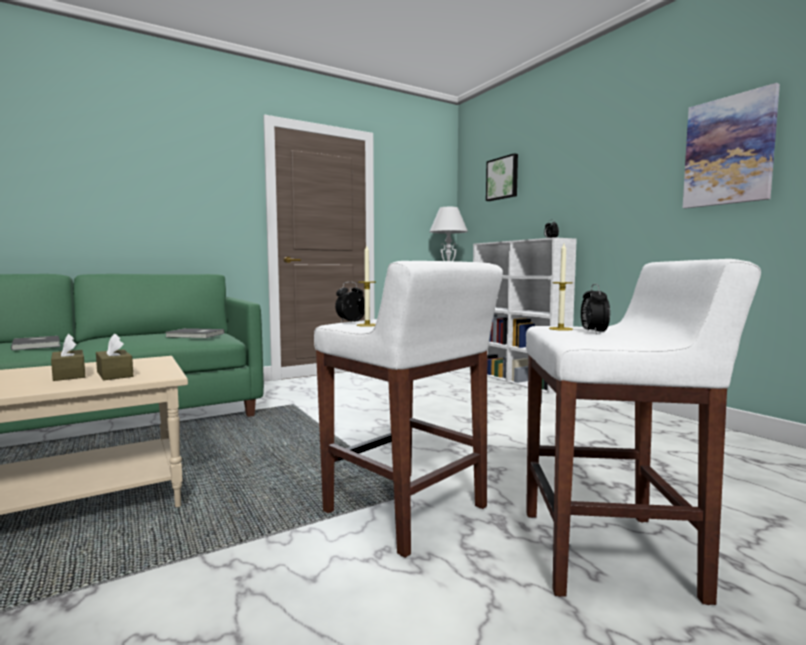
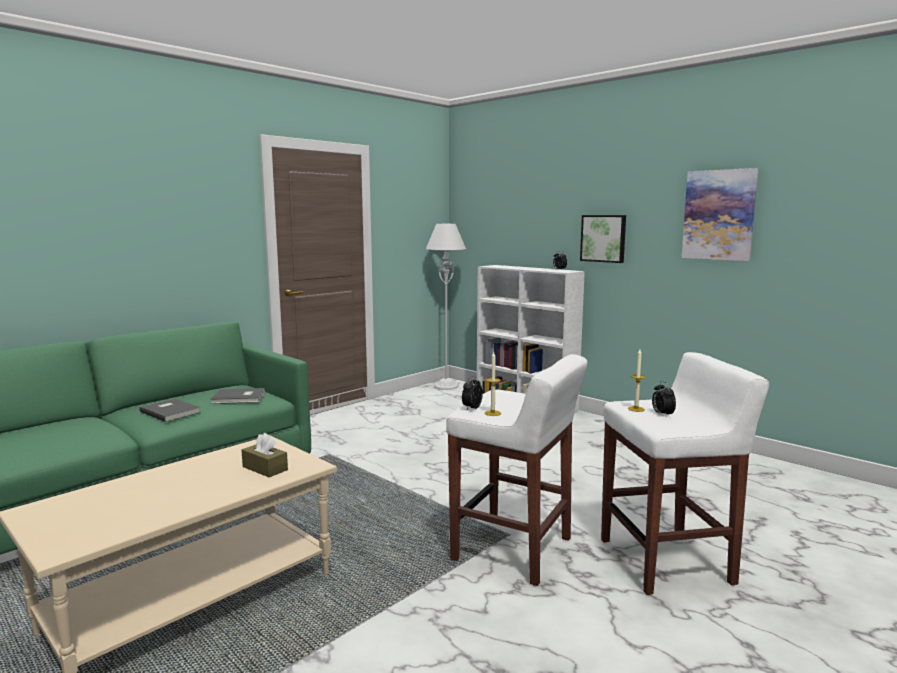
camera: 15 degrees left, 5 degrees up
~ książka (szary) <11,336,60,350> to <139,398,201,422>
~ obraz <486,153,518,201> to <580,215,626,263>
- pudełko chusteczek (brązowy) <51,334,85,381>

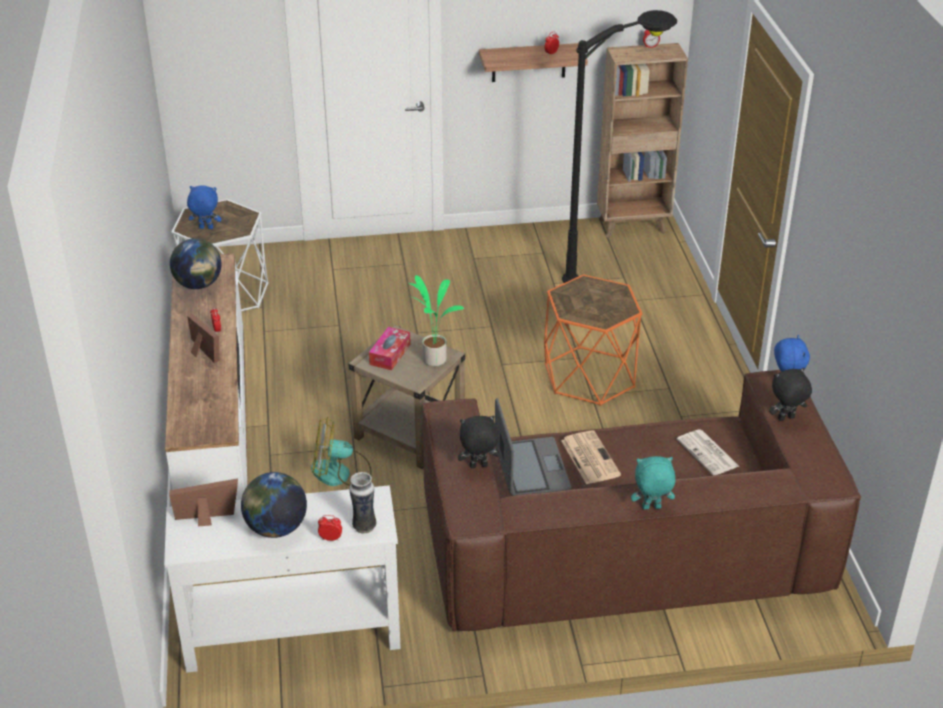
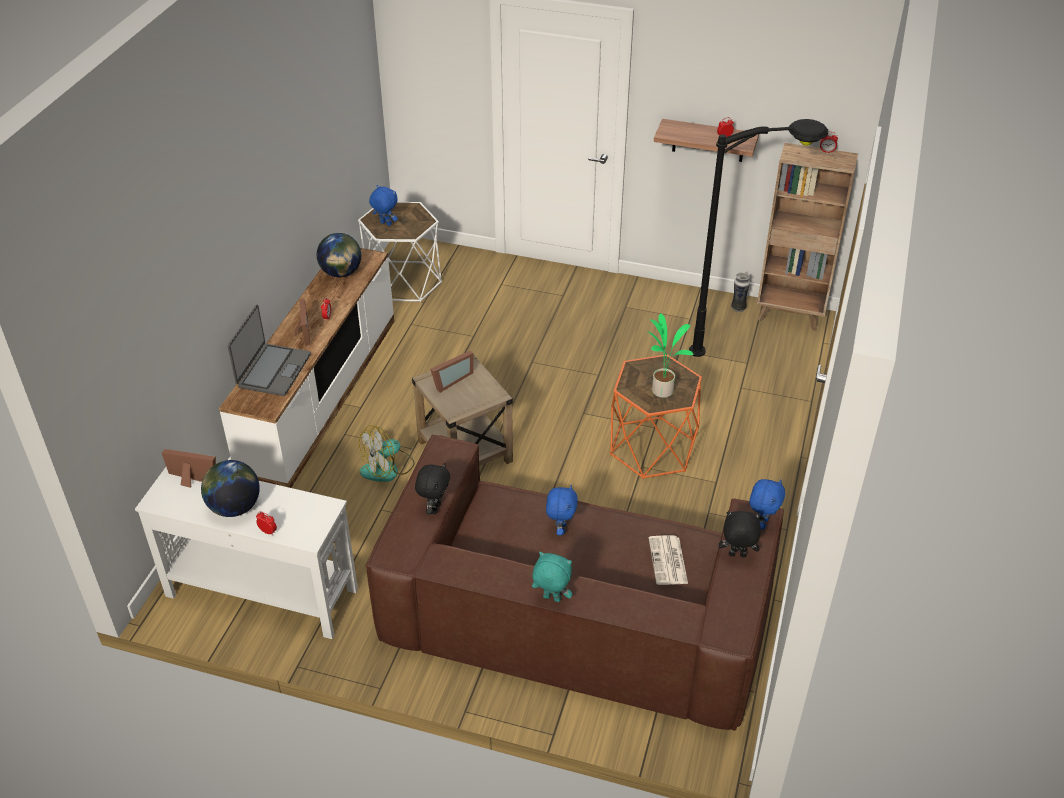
camera: 25 degrees right, 5 degrees up
~ laptop <495,398,571,496> to <227,305,311,396>
~ wentylator <311,417,372,486> = <359,425,415,482> 60 degrees counterclockwise
~ pluszak (czarny) <458,415,500,468> = <415,463,450,514> 90 degrees clockwise
~ pudełko chusteczek <369,327,411,370> to ramka na zdjęcie <430,351,474,393>
~ gazeta <561,430,621,484> to pluszak (niebieski) <546,485,578,535>
~ roślina doniczkowa <408,275,464,366> to <647,313,693,398>
~ wazon <349,472,376,534> to <731,272,750,312>

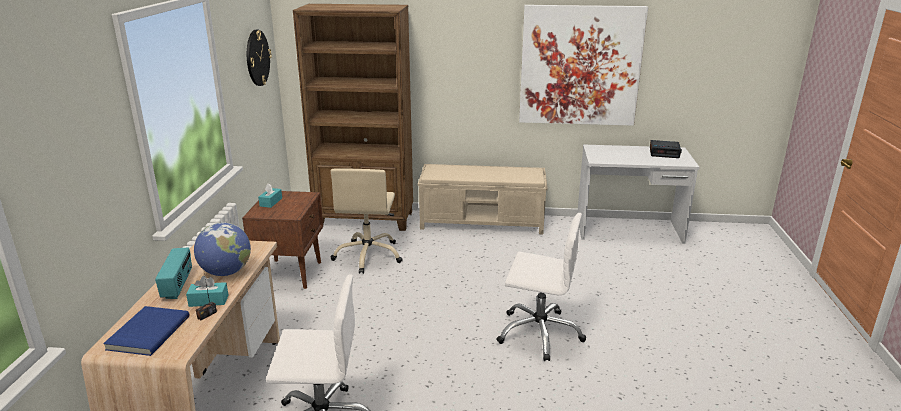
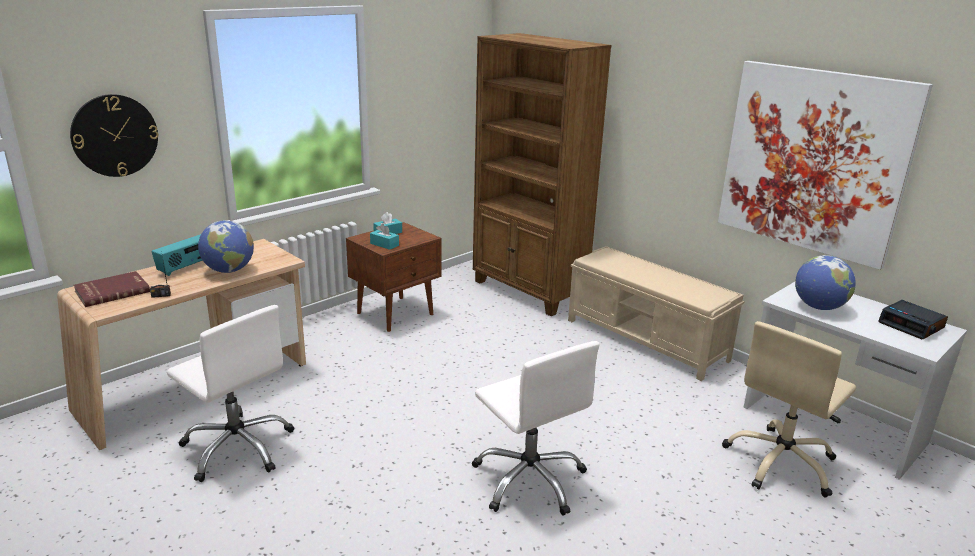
camera: 40 degrees right, 0 degrees up
~ zegar ścienny <247,30,272,86> to <70,94,158,177>
~ książka (niebieski) <103,306,189,356> to książka (czerwony) <73,271,150,307>
~ pudełko chusteczek (turkusowy) <186,276,229,307> to <370,224,399,250>
~ krzesło biurowe (beżowy) <331,168,403,274> to <722,321,856,497>
+ globus <795,255,856,310>

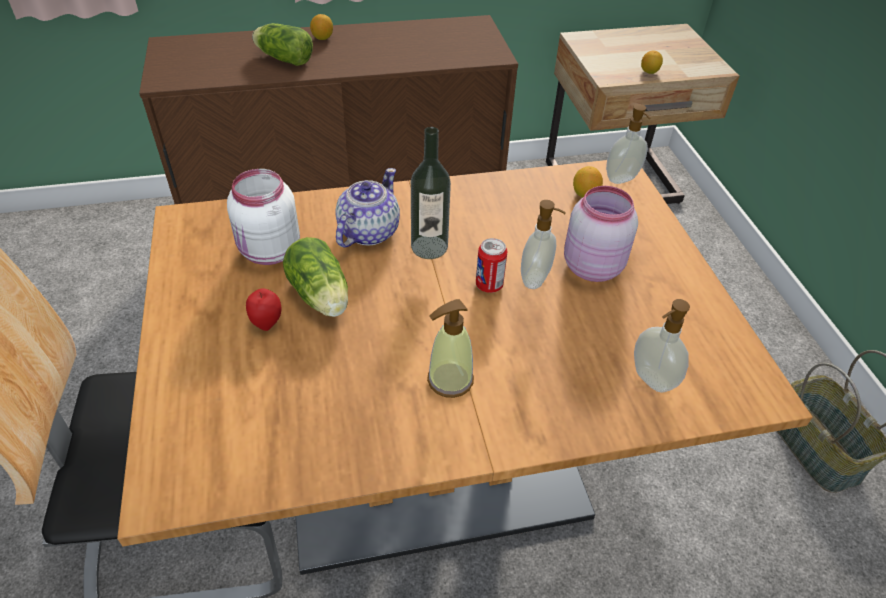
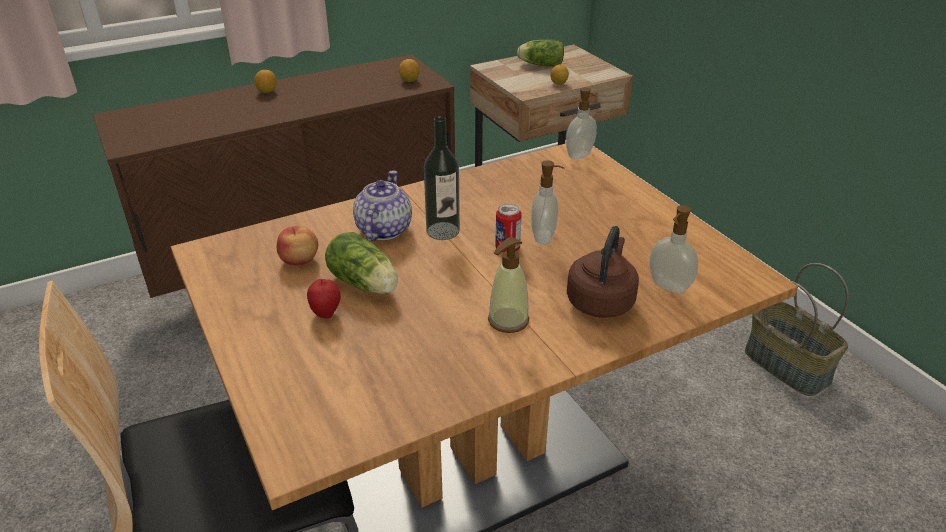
camera: 15 degrees left, 10 degrees down
~ słoik (biały) <227,169,300,265> to jabłko <277,226,318,266>
~ cytryna <573,166,603,198> to <399,59,419,82>
~ sałata <252,23,313,66> to <517,40,564,67>
+ czajnik (brązowy) <567,226,639,318>
- słoik (różowy) <564,186,638,282>

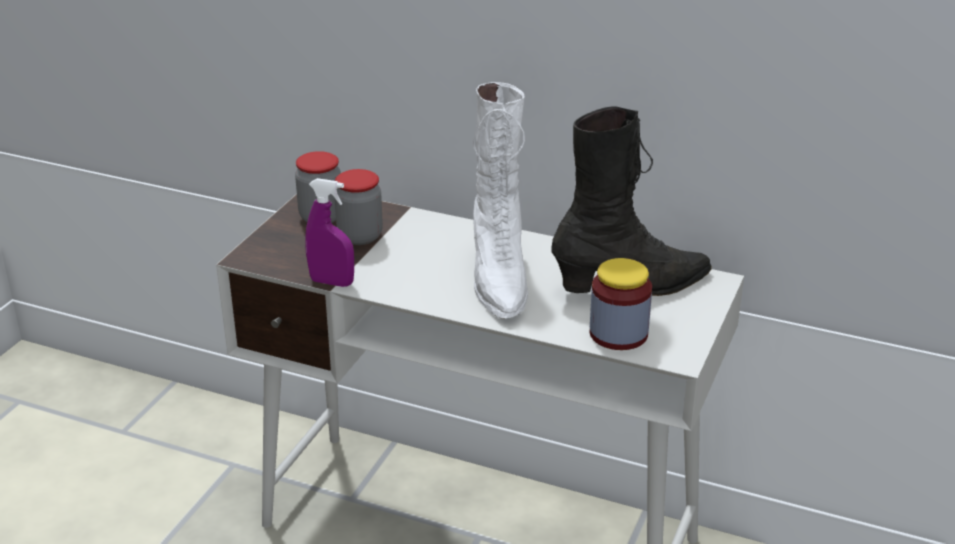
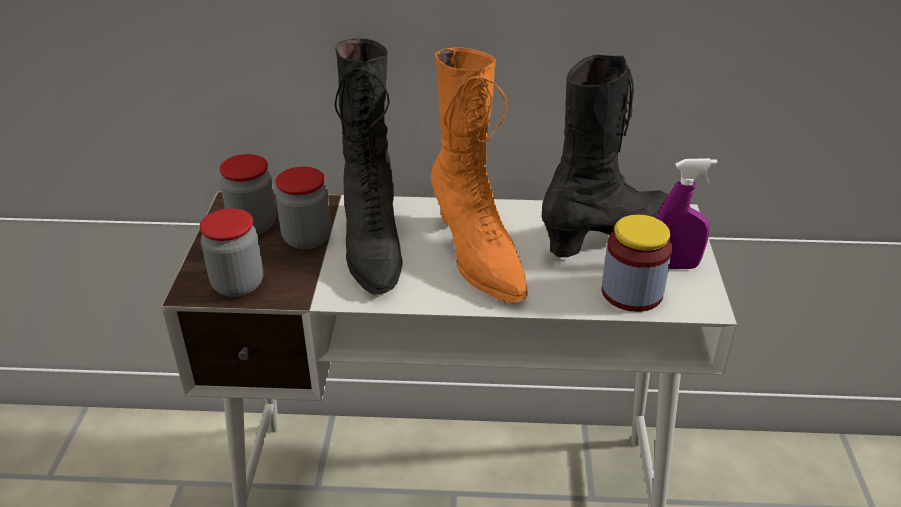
camera: 20 degrees left, 5 degrees up
+ słoik <200,208,263,297>
+ but z cholewką (czarny) <334,39,403,295>
~ but z cholewką (biały) <473,82,528,319> to but z cholewką (pomarańczowy) <431,47,528,303>
~ spryskiwacz (fioletowy) <305,178,354,287> to <657,158,718,269>

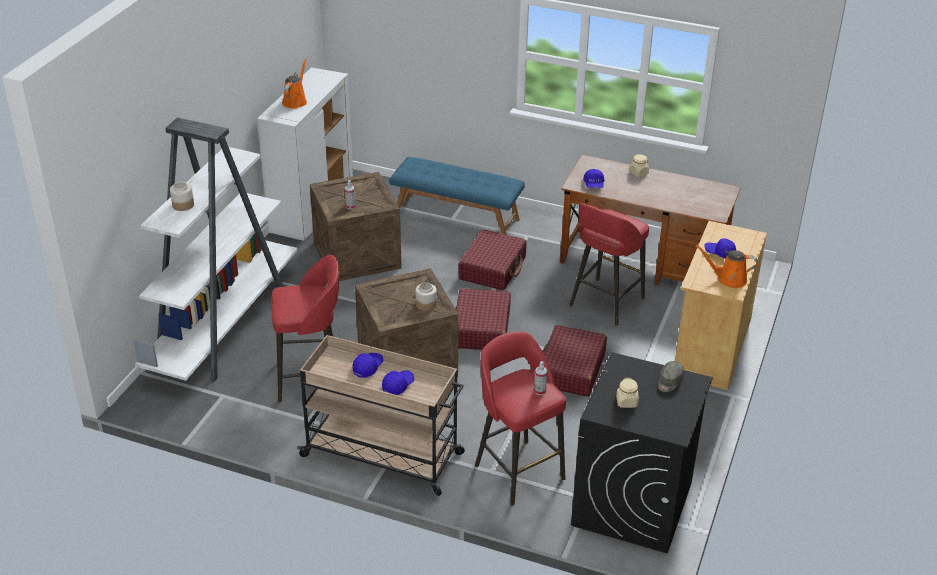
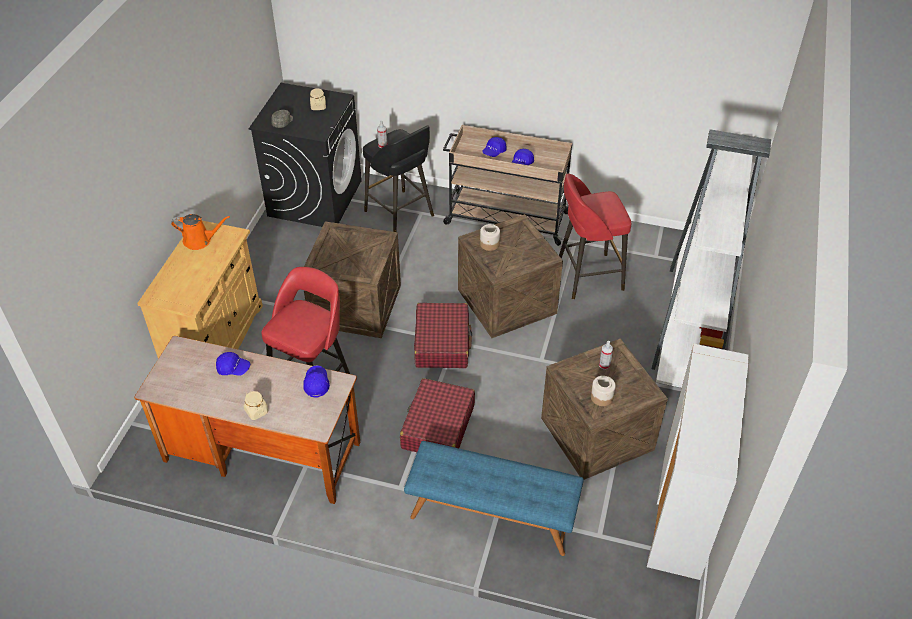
camera: 175 degrees right, 10 degrees up
~ czapka z daszkiem (niebieski) <704,238,736,259> to <216,352,250,376>
~ walizka (czerwony) <543,325,607,397> to skrzynka <304,221,401,338>
~ stołek (czerwony) <475,331,566,505> to stołek (czarny) <363,126,434,232>
~ słoik <170,182,194,211> to <591,376,616,406>
- konewka (pomarańczowy) <282,59,307,109>

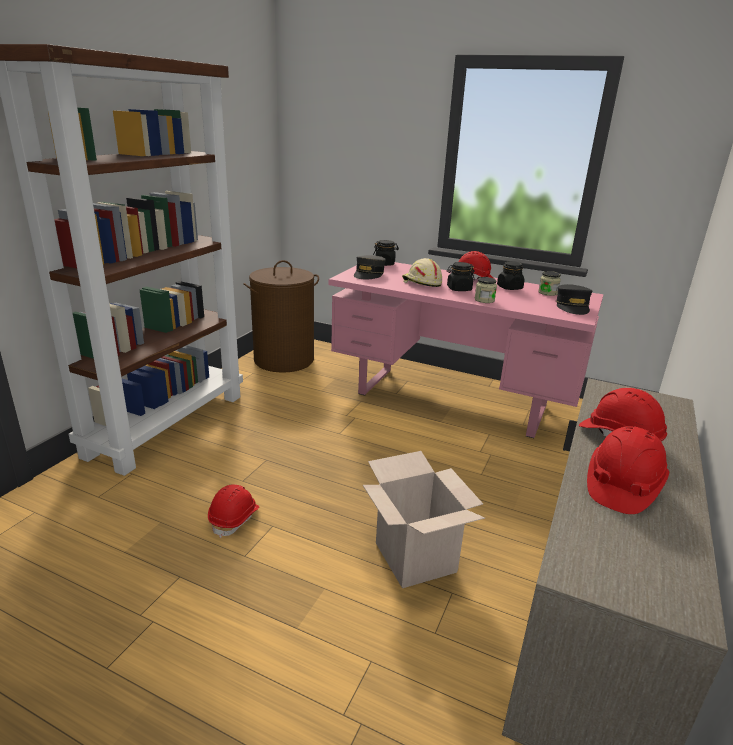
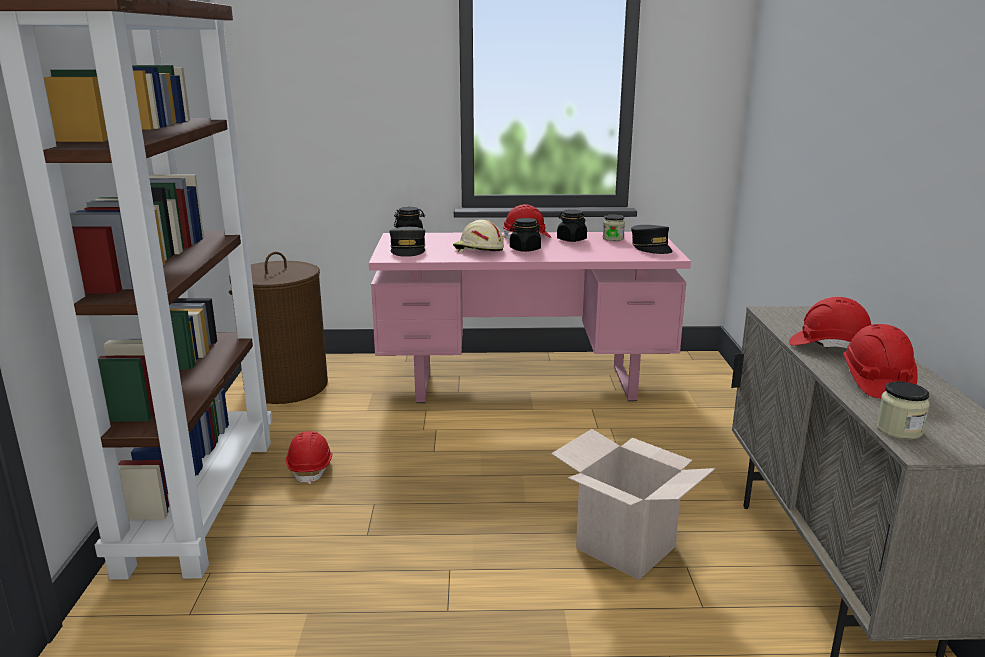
camera: 25 degrees left, 5 degrees down
~ kask (czerwony) <208,484,259,538> to <285,431,333,484>
~ słoik <474,277,497,303> to <876,381,930,440>

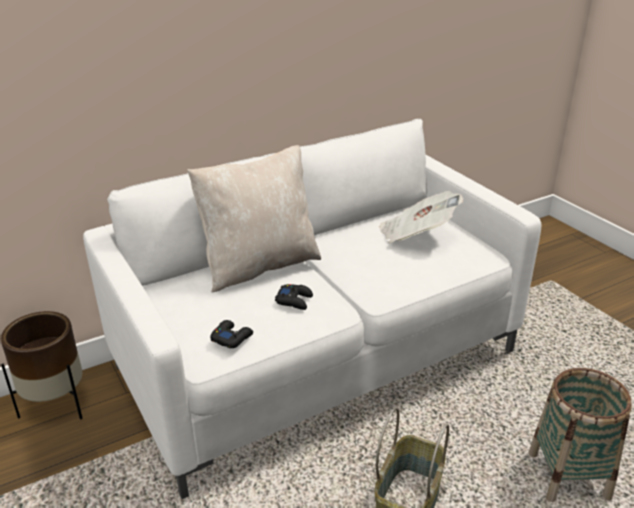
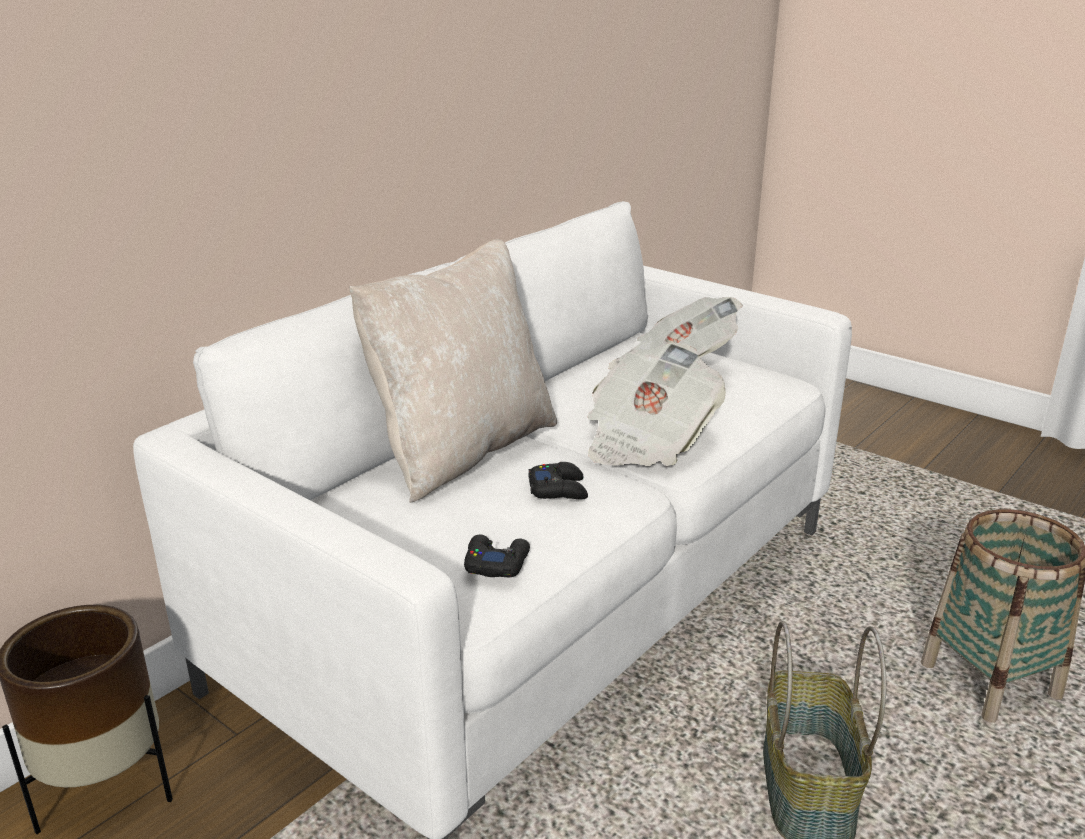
camera: 20 degrees left, 5 degrees down
+ gazeta <587,343,726,466>

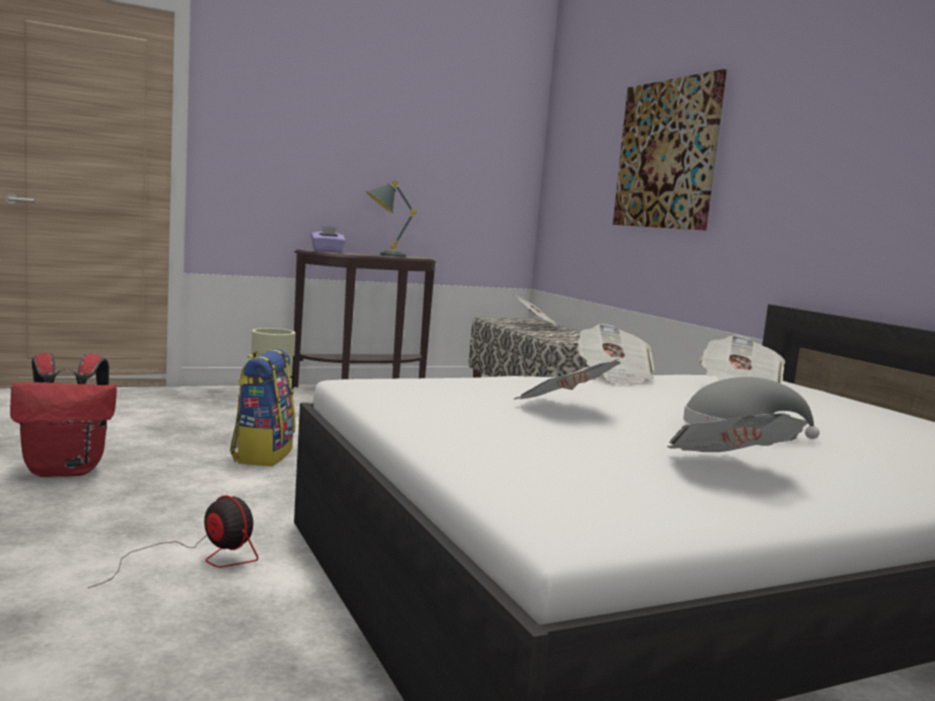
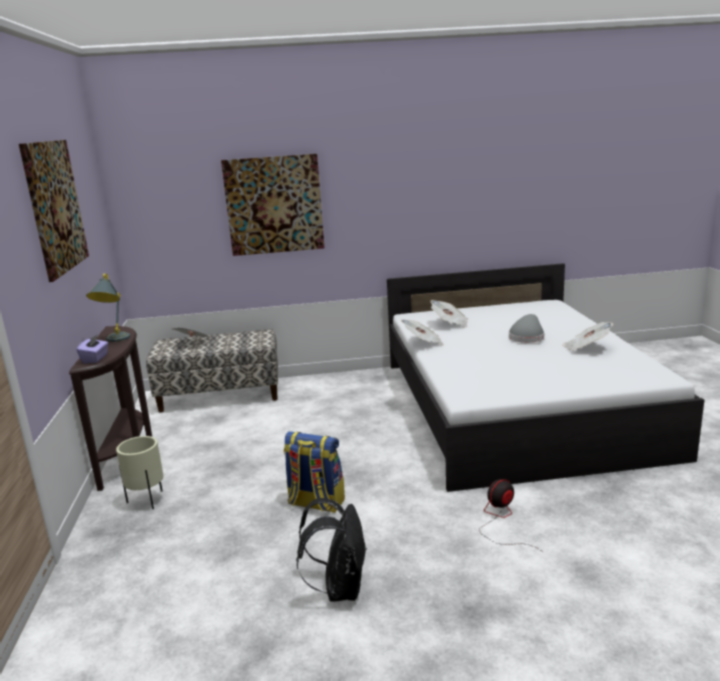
camera: 70 degrees left, 10 degrees up
+ obraz <19,140,89,282>
~ plecak (czerwony) <10,353,117,477> to plecak (czarny) <296,498,367,602>
- gazeta <514,359,621,400>

